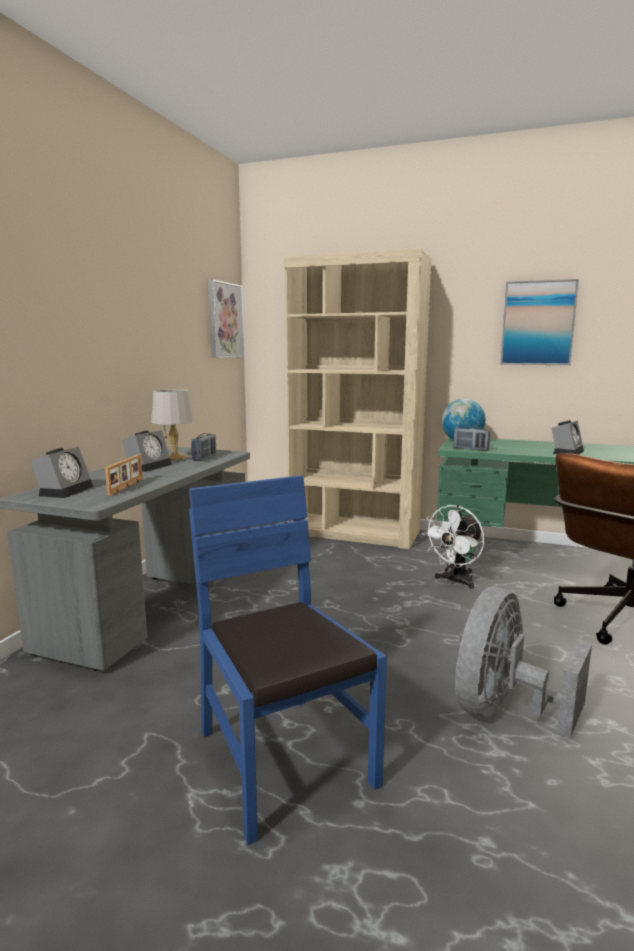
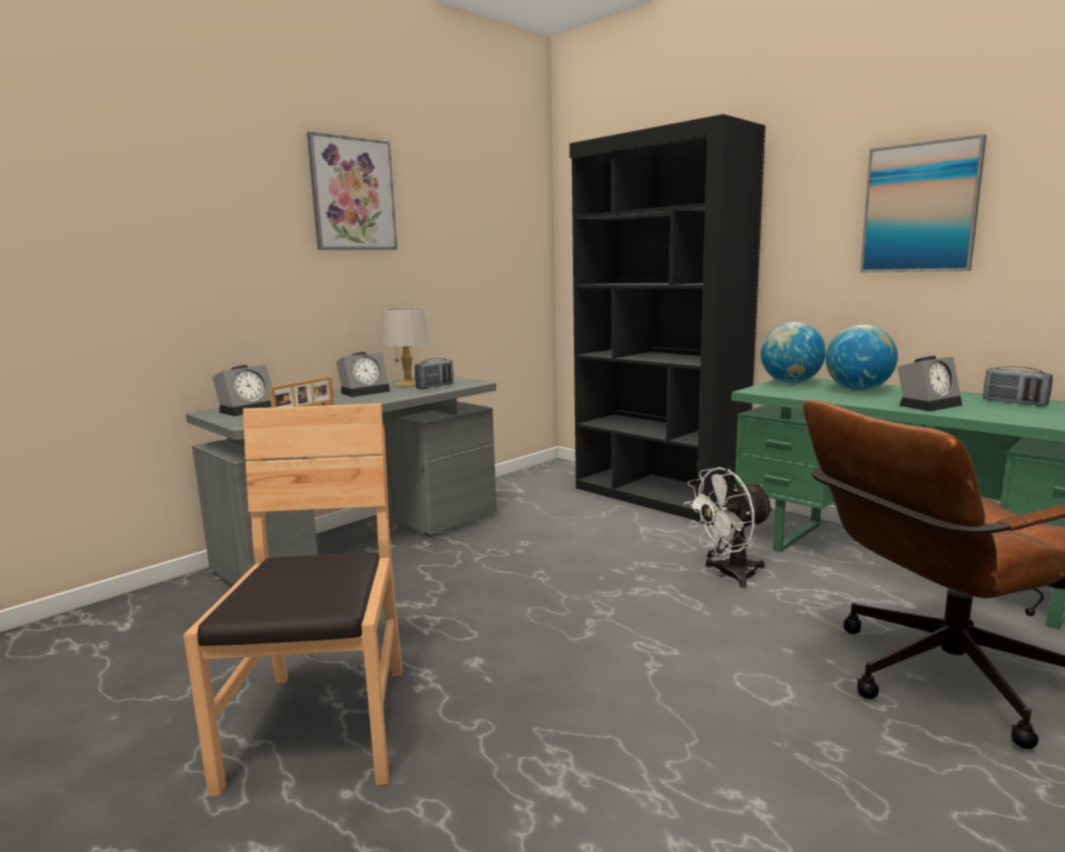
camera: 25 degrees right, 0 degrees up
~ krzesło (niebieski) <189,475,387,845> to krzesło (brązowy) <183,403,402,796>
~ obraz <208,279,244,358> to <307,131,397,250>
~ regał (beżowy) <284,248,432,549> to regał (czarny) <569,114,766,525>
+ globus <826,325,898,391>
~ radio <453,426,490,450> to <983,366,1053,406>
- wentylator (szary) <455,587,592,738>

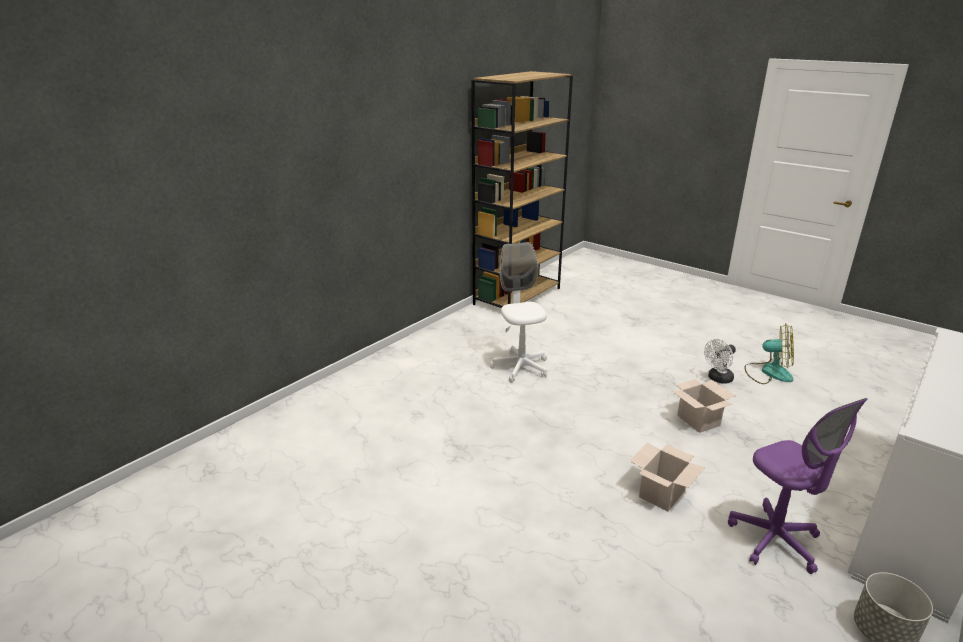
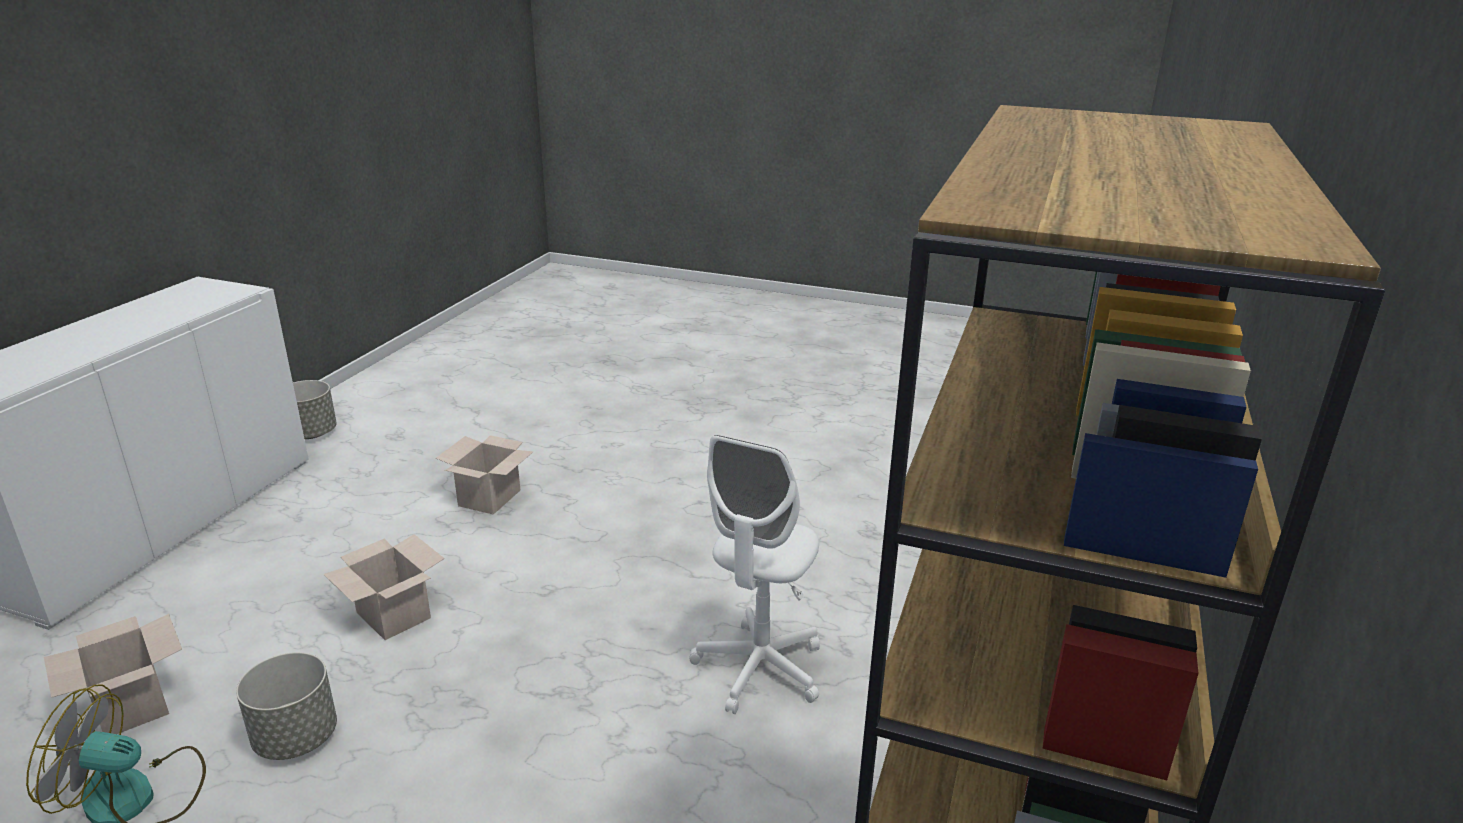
camera: 160 degrees right, 0 degrees up
+ karton <44,614,182,734>
~ wentylator (biały) <704,339,736,384> to donica (szary) <236,652,337,760>
~ krzesło biurowe (biały) <490,242,547,383> = <689,435,820,714> 60 degrees clockwise
- krzesło biurowe (fioletowy) <728,398,867,574>

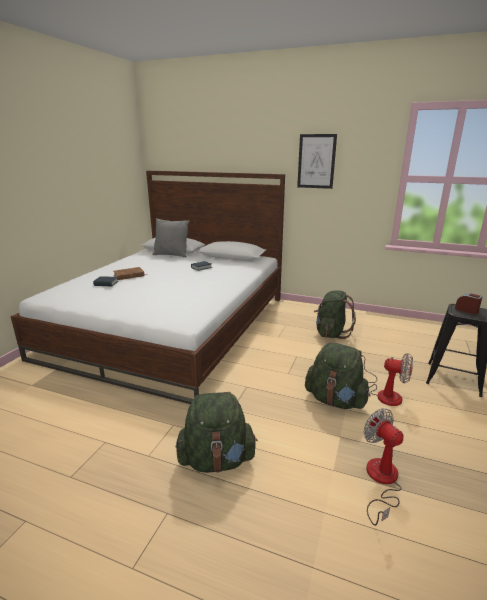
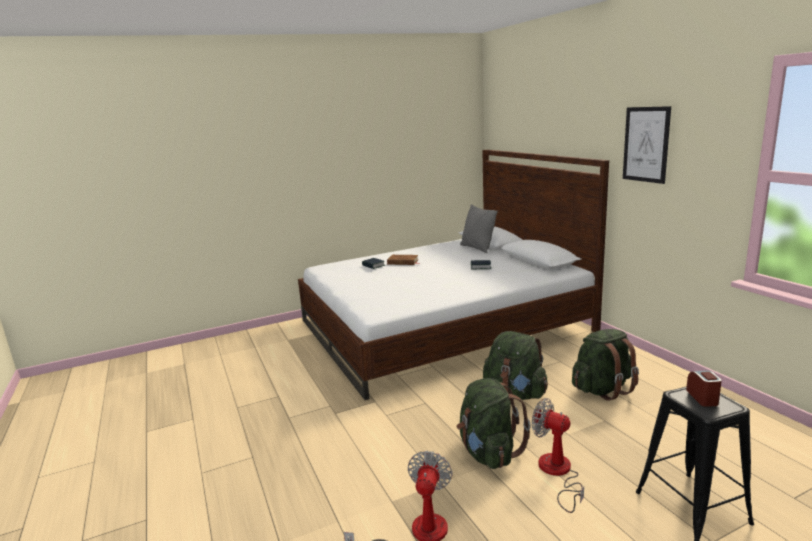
camera: 45 degrees right, 5 degrees down
~ plecak (zielony) <176,392,258,473> to <483,331,548,400>
~ wentylator <361,351,413,406> = <532,398,584,513> 150 degrees clockwise

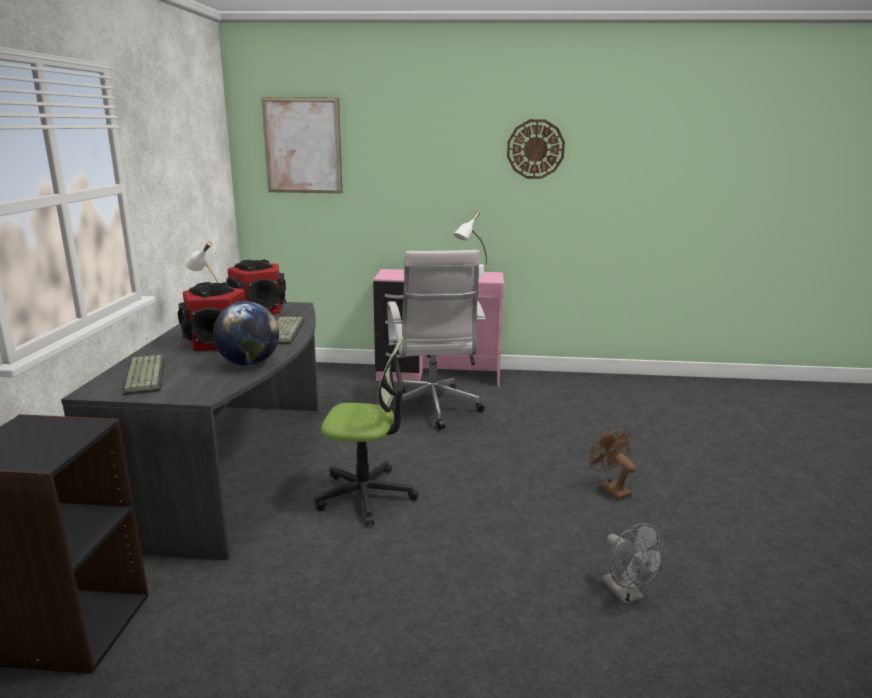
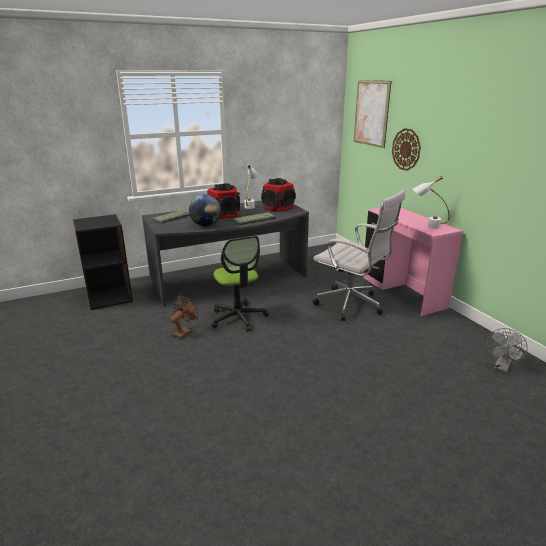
camera: 60 degrees right, 5 degrees up
~ wentylator (brązowy) <590,429,636,500> to <171,296,198,339>
~ krzesło biurowe (biały) <387,250,485,430> = <312,190,405,321> 105 degrees counterclockwise
~ zegar ścienny <507,119,565,179> to <392,128,421,171>
~ wentylator (szary) <602,523,665,604> to <487,328,528,372>

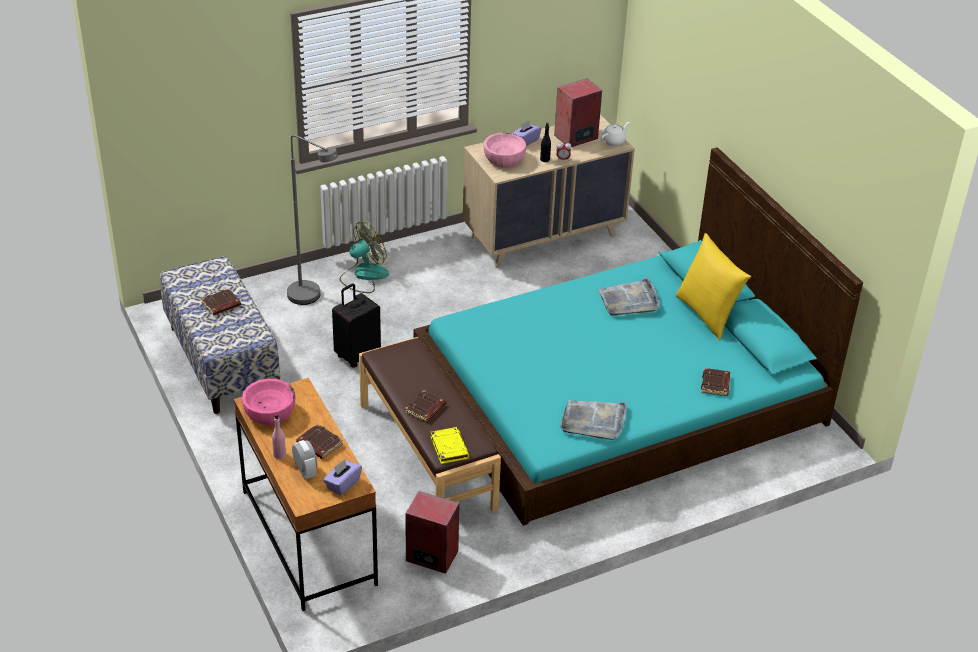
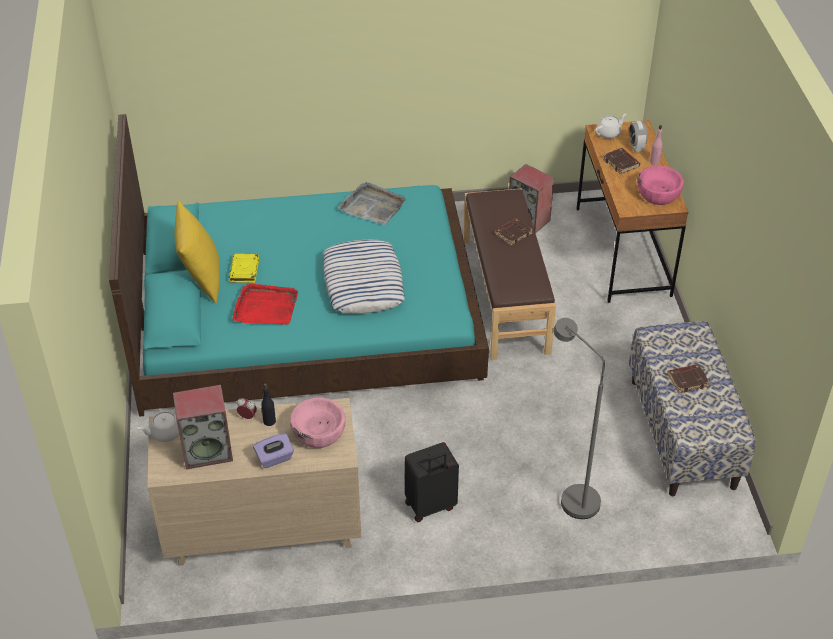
camera: 160 degrees left, 5 degrees up
~ książka (żółty) <431,427,469,464> to <229,254,259,283>
~ taca (szary) <598,278,661,316> to taca (czerwony) <232,283,298,325>
+ poduszka <323,240,405,314>
~ walizka (czarny) <332,284,381,368> to <405,442,459,522>
~ pudełko chusteczek (fioletowy) <323,459,362,496> to imbryk (biały) <595,114,626,139>
- wentylator <340,222,389,293>
- książka (brązowy) <701,368,730,396>

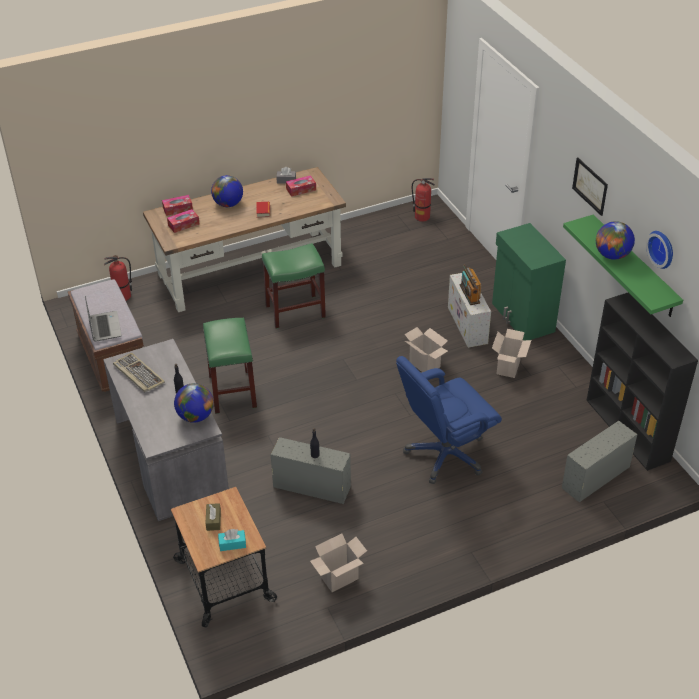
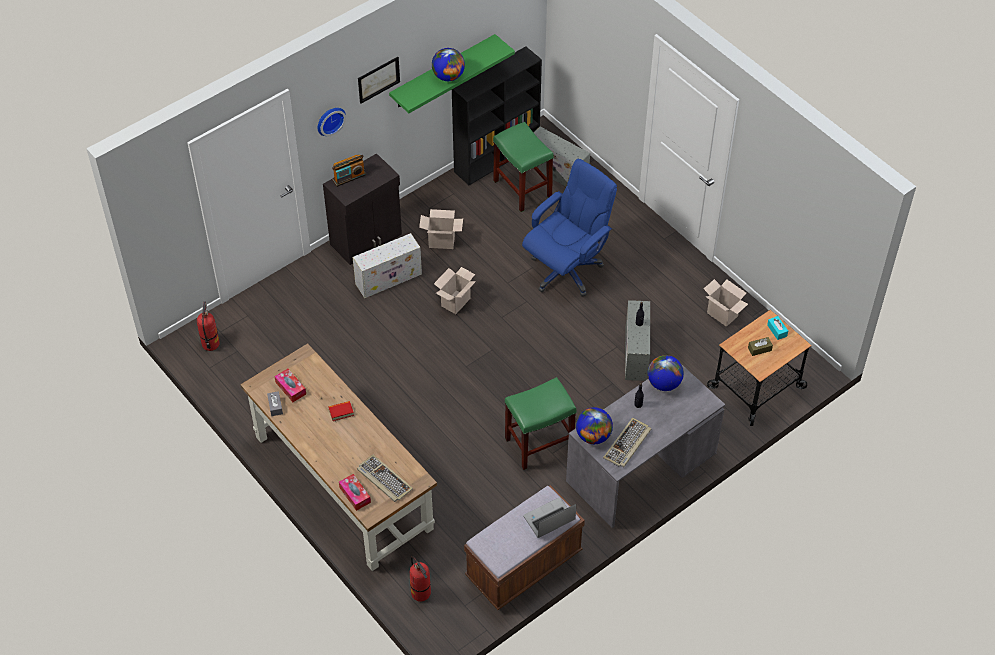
camera: 105 degrees left, 10 degrees up
~ zegar ścienny <646,231,673,269> to <318,108,346,136>
~ szafka (zielony) <492,223,566,340> to szafka (czarny) <323,153,402,265>
~ radio <460,264,481,305> to <332,155,366,187>
~ pudełko chusteczek <167,209,200,233> to klawiatura <357,455,413,502>
~ stołek (zielony) <262,243,326,329> to <493,122,554,212>
~ krzesło biurowe (niebieski) <396,356,502,484> = <522,159,617,296> 90 degrees counterclockwise
~ globus <211,175,243,207> to <576,407,613,444>

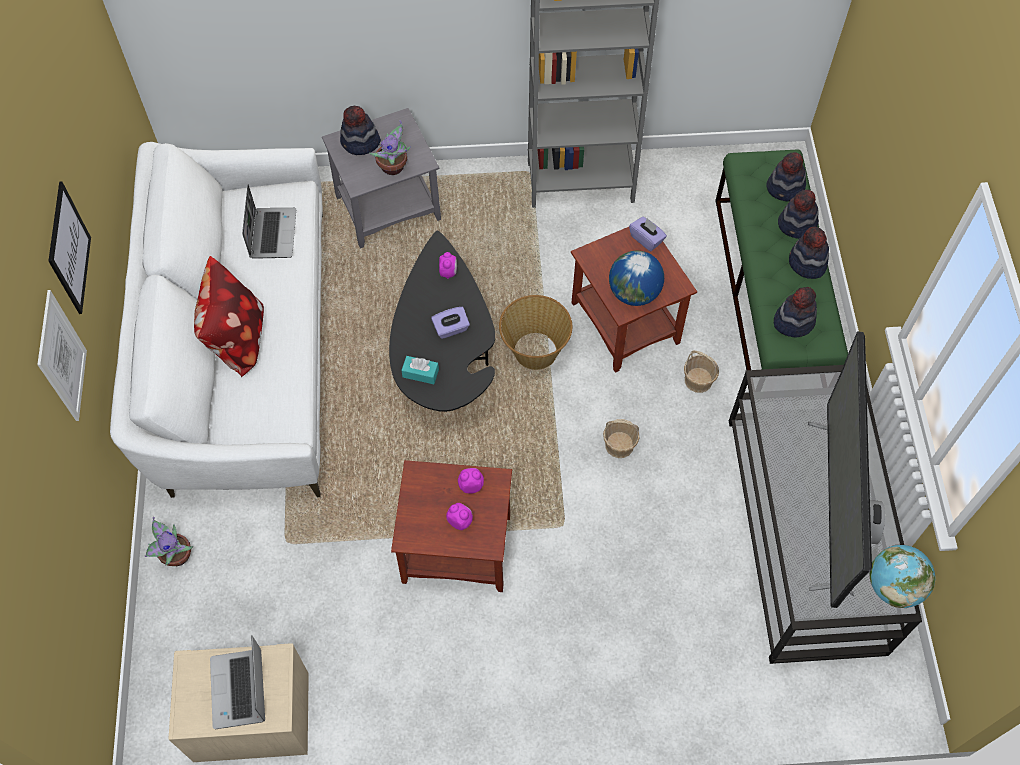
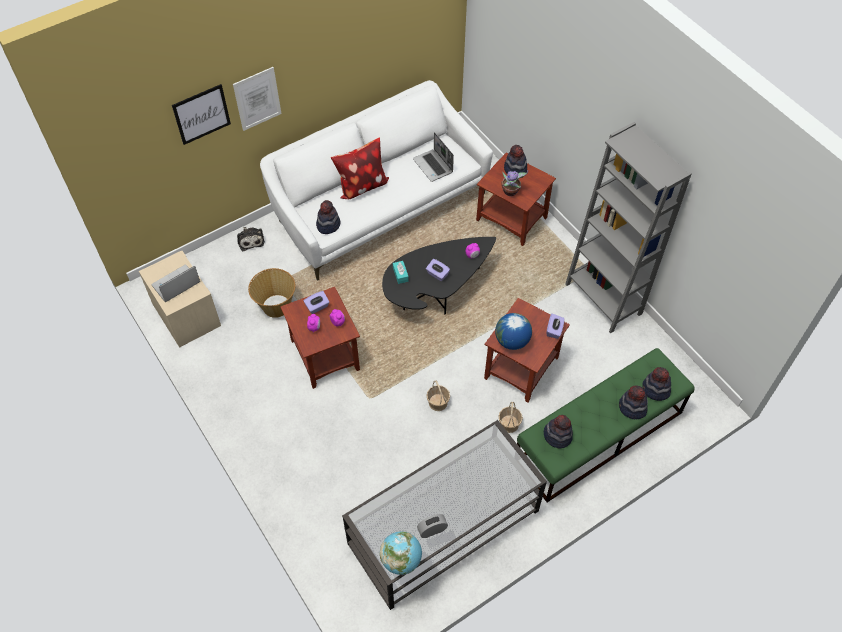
camera: 60 degrees right, 5 degrees down
~ obraz <48,181,91,314> to <172,84,231,145>
~ roślina doniczkowa <145,517,193,566> to pluszak <237,227,265,251>
~ koszyk <499,295,572,370> to <248,268,295,318>
+ pudełko chusteczek (fioletowy) <304,291,330,314>
~ kapelusz <789,226,829,279> to <316,200,340,234>
~ laptop <242,185,296,259> = <413,132,454,182> 90 degrees clockwise
~ stolik (szary) <322,108,441,248> to stolik (brązowy) <476,152,556,246>
- telewizor <808,331,872,608>

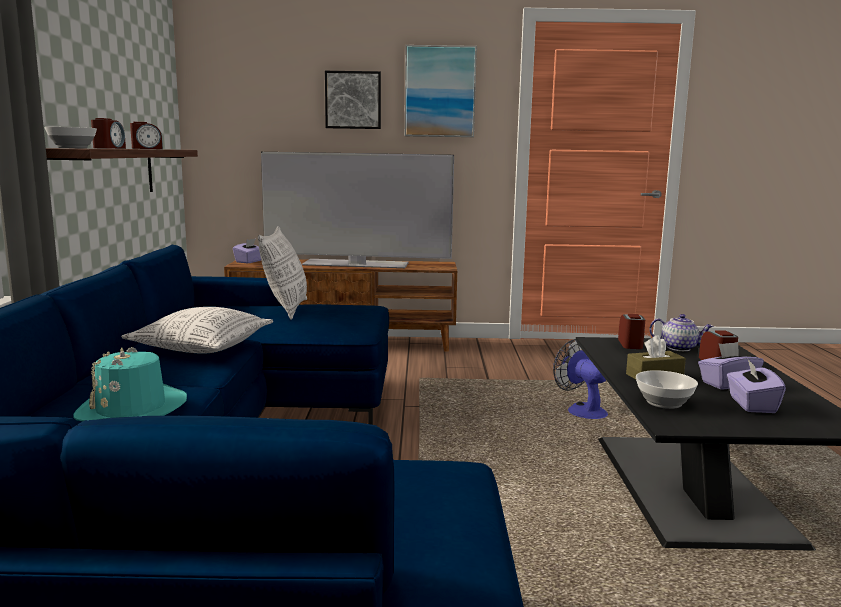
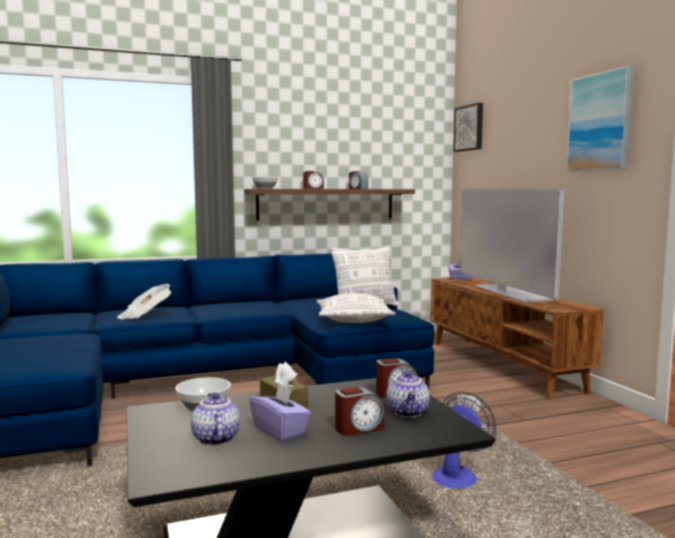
camera: 70 degrees right, 5 degrees down
~ kapelusz (turkusowy) <73,347,187,421> to gazeta <117,284,171,319>
~ pudełko chusteczek (fioletowy) <727,358,786,413> to imbryk <191,392,240,446>
~ poduszka <121,307,273,354> to <317,293,395,323>
~ obraz <325,71,381,129> to <454,103,483,152>

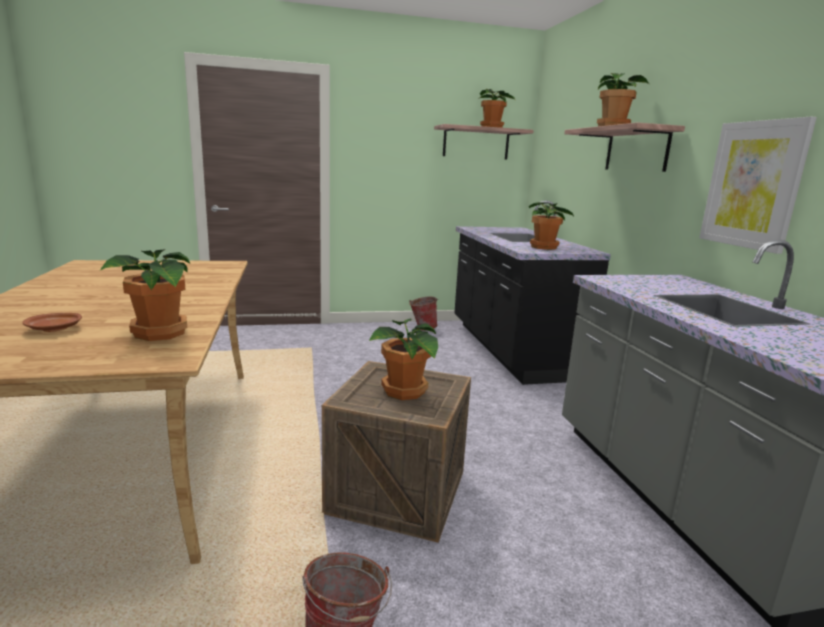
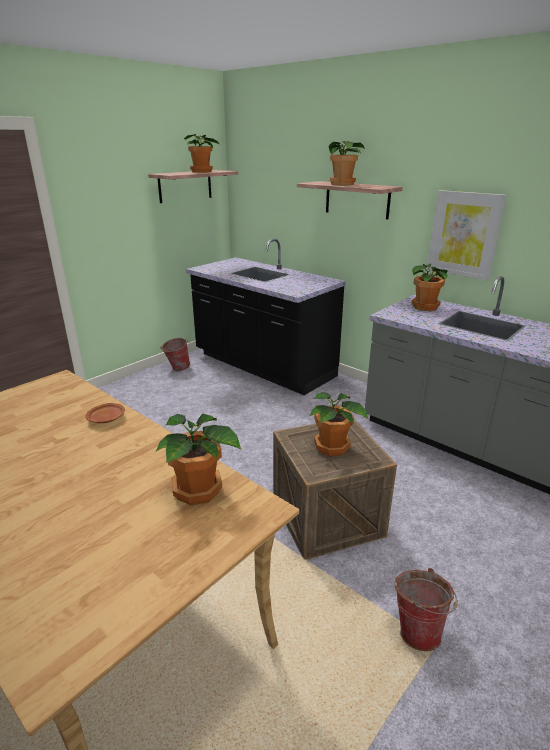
camera: 35 degrees left, 10 degrees up
~ talerz (brązowy) <22,313,82,332> to <86,403,125,423>
~ roślina doniczkowa <529,202,575,250> to <412,263,448,311>

